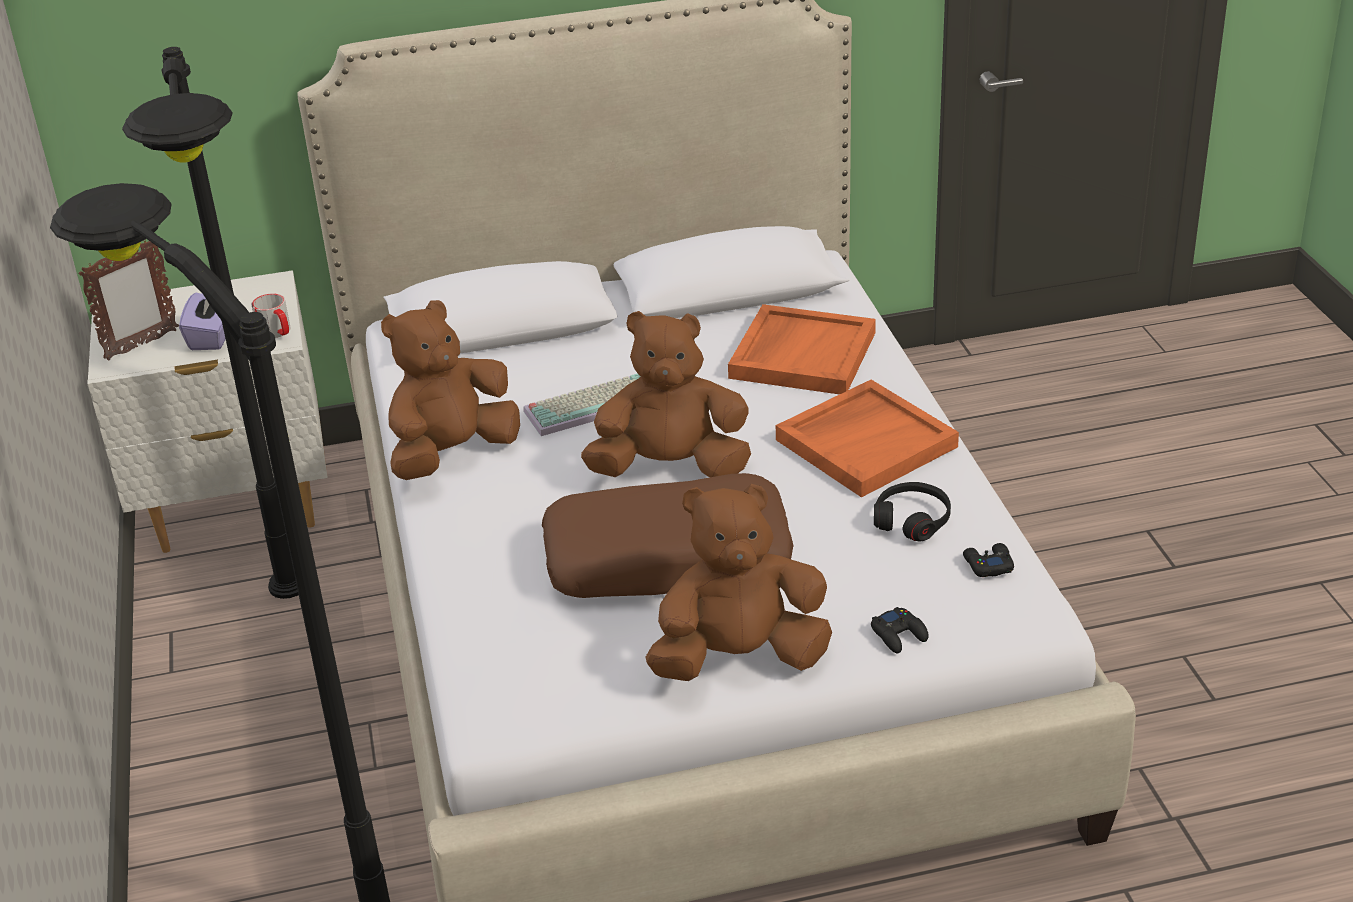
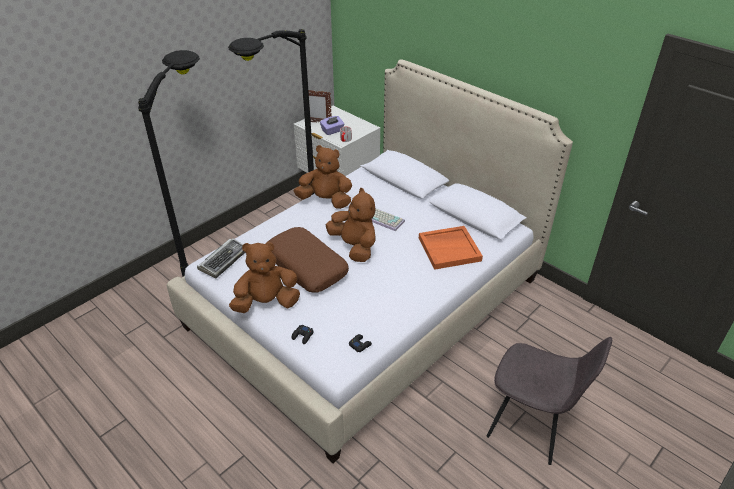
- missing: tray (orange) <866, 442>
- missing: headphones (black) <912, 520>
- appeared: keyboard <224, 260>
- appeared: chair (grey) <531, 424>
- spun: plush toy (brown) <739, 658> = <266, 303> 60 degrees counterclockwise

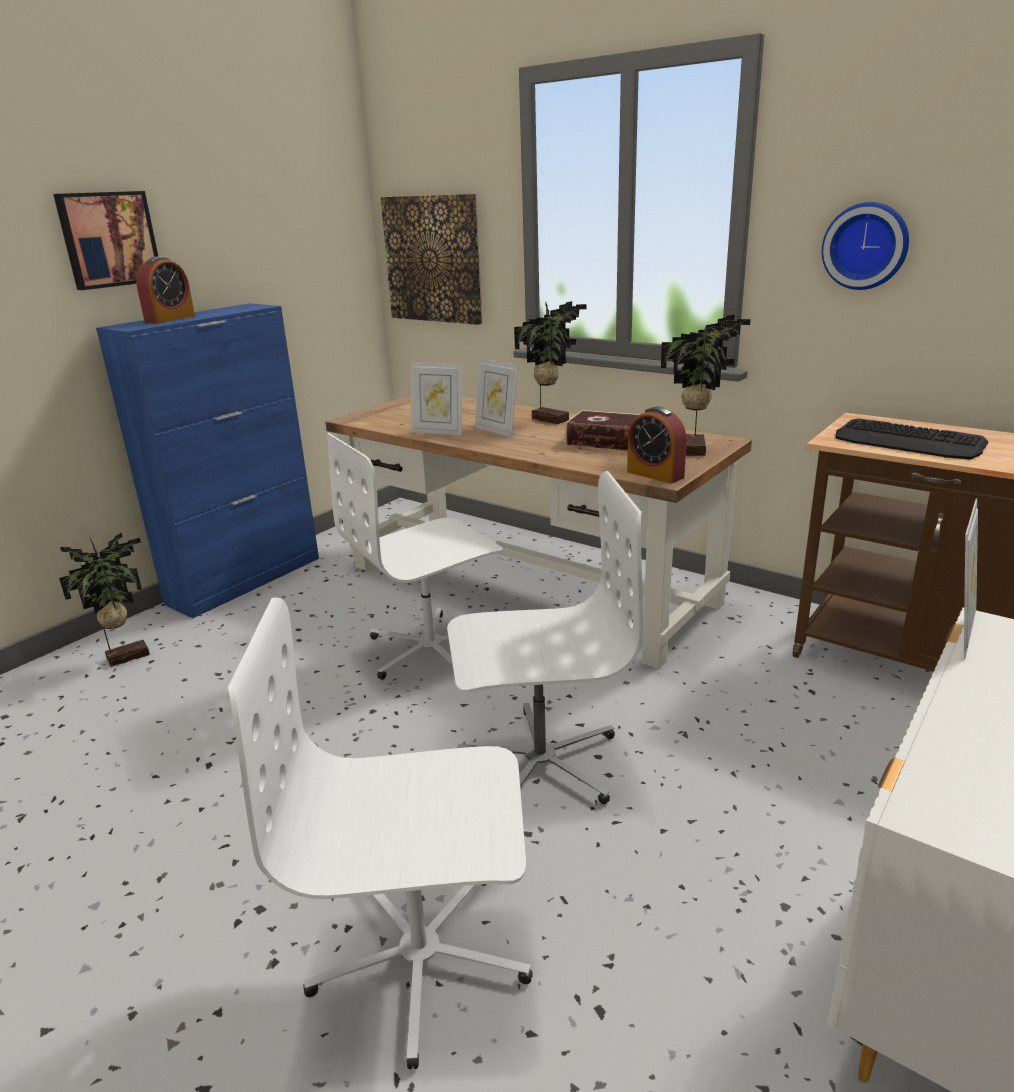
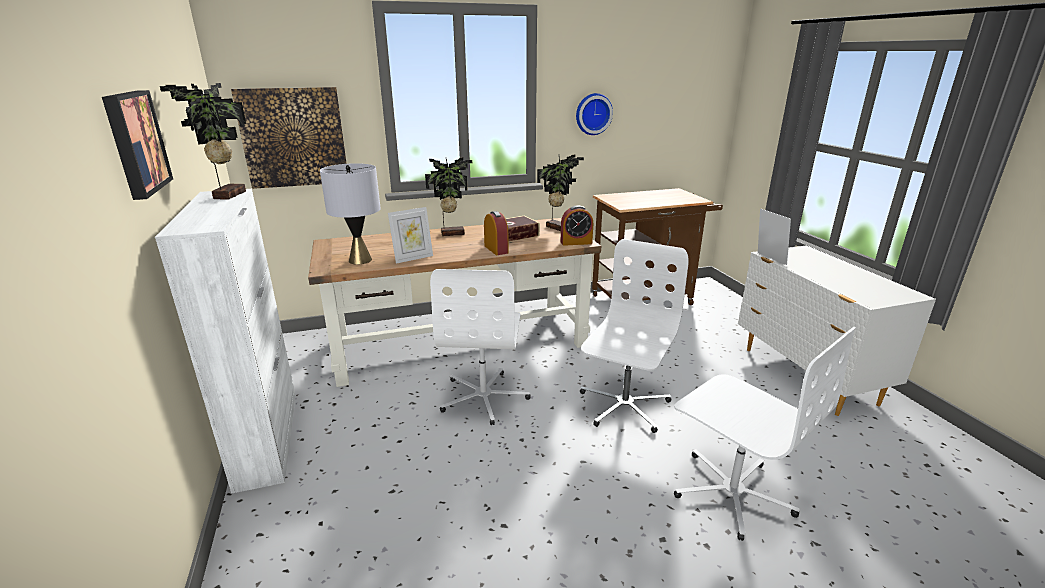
- missing: picture frame <497, 431>
- missing: keyboard <908, 442>
- appeared: table lamp (grey) <360, 260>
- relocated: potted plant <126, 656> to <227, 195>
- relocated: alarm clock <170, 319> to <496, 249>
- colour: cabinet (blue) <246, 580> to cabinet (white) <268, 438>
- spun: office chair (white) <421, 958> = <732, 492> 75 degrees counterclockwise

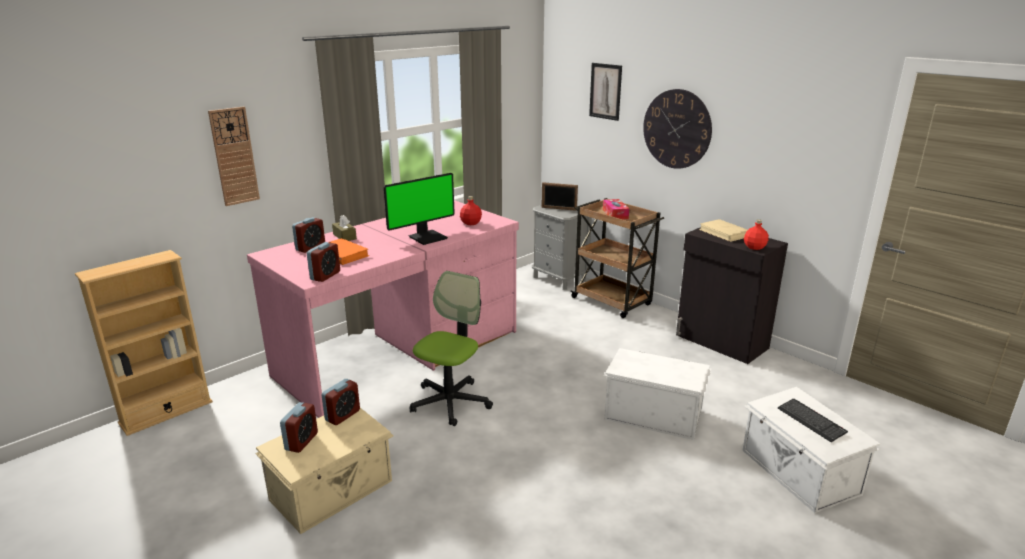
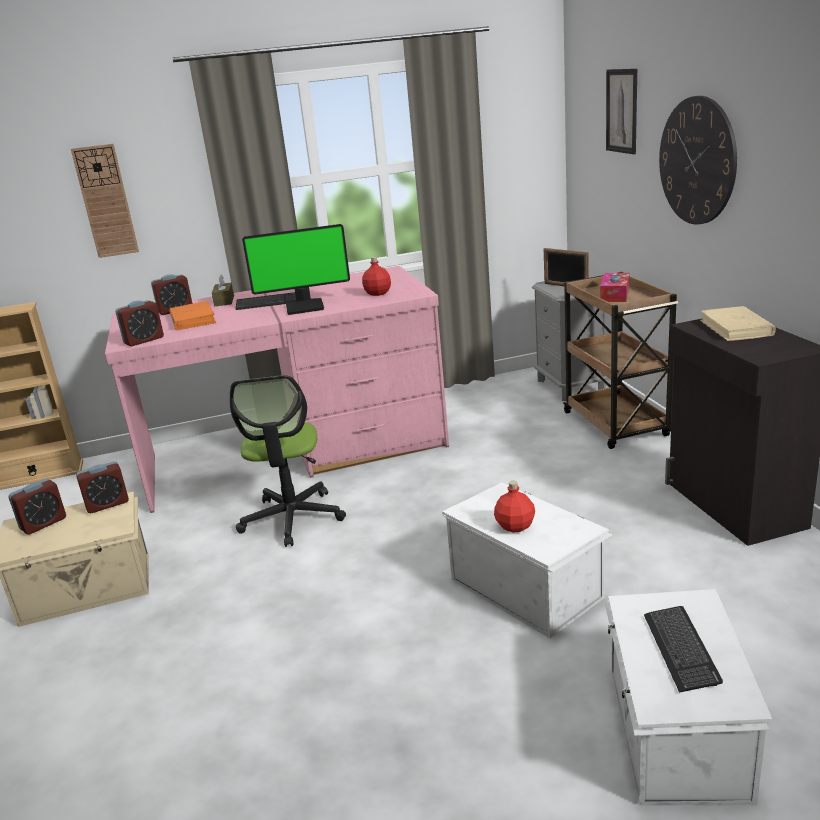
- appeared: keyboard <268, 303>
- relocated: bottle (red) <754, 247> to <514, 526>
- spun: office chair <450, 402> = <292, 518> 120 degrees clockwise

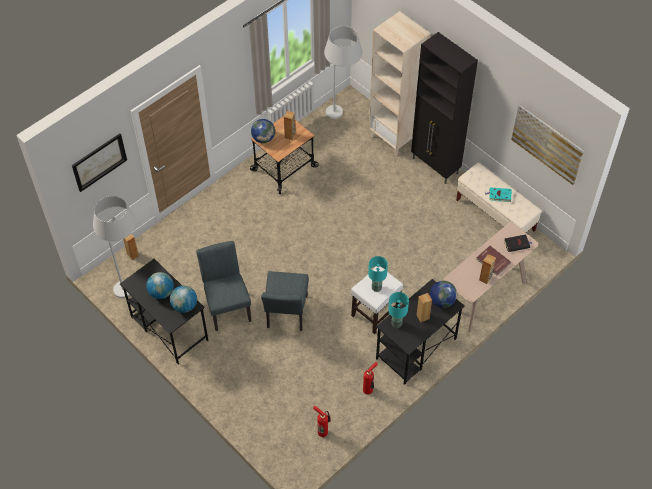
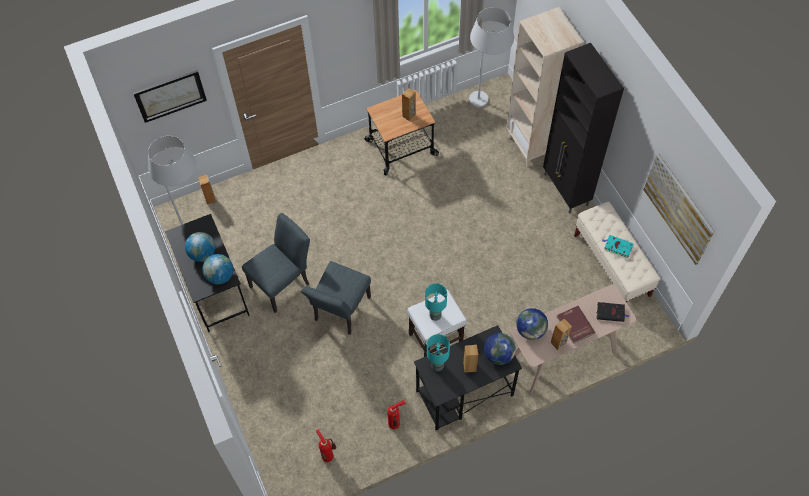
- relocated: globe <263, 138> to <530, 330>
- spun: chair (grey) <227, 305> = <283, 282> 45 degrees clockwise

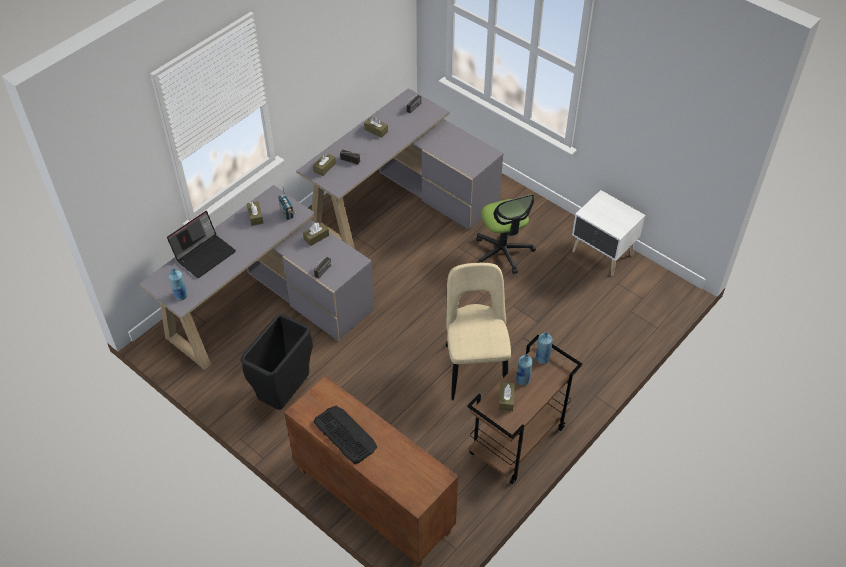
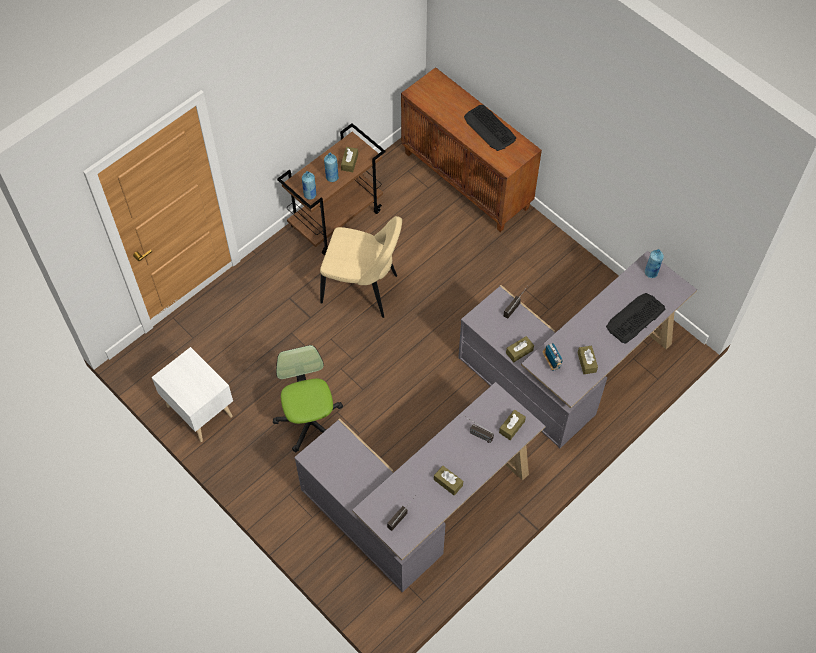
- missing: trash can (black) <285, 394>
- exchanged: laptop <205, 254> to keyboard <635, 318>
- spun: chair (beige) <475, 367> = <363, 290> 75 degrees counterclockwise

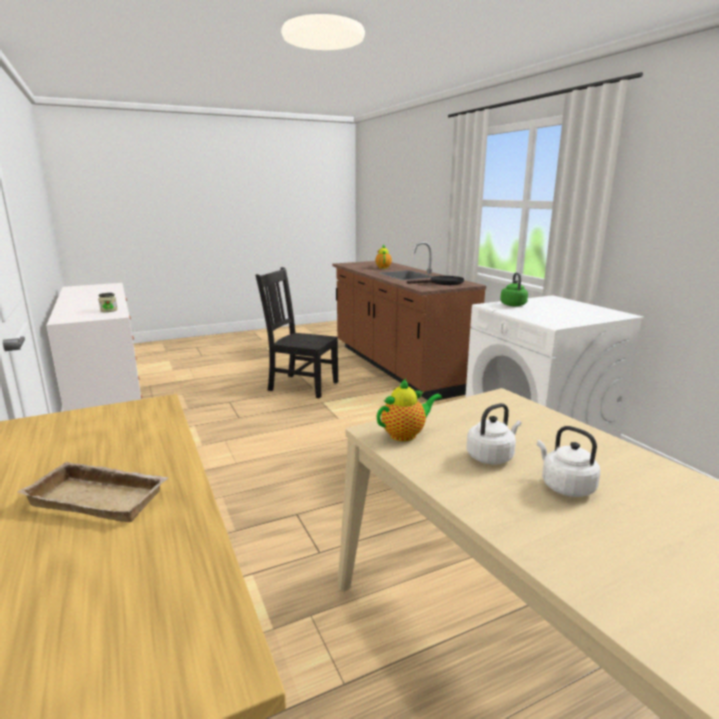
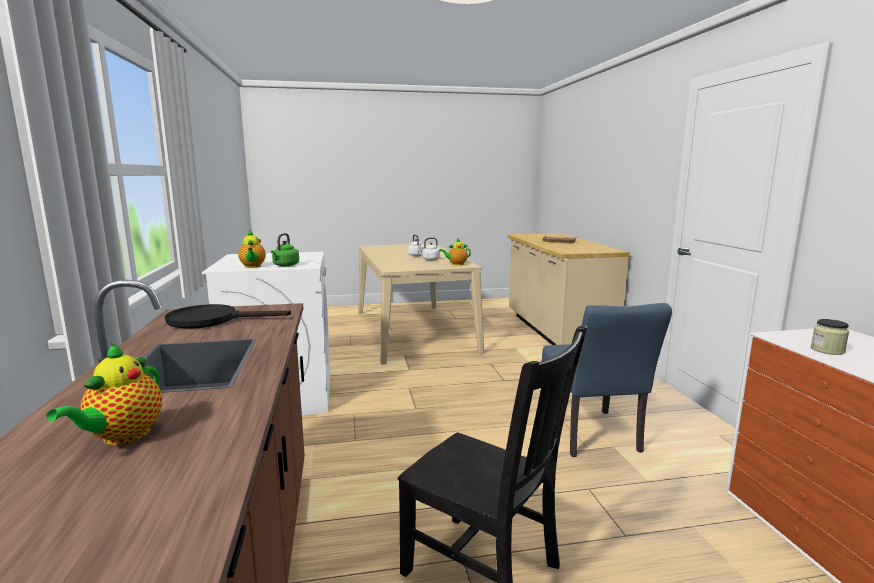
- appeared: teapot <252, 267>
- appeared: chair (blue) <592, 437>

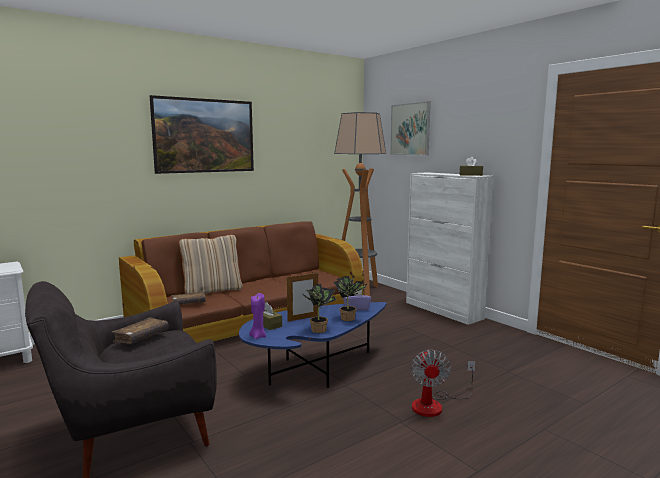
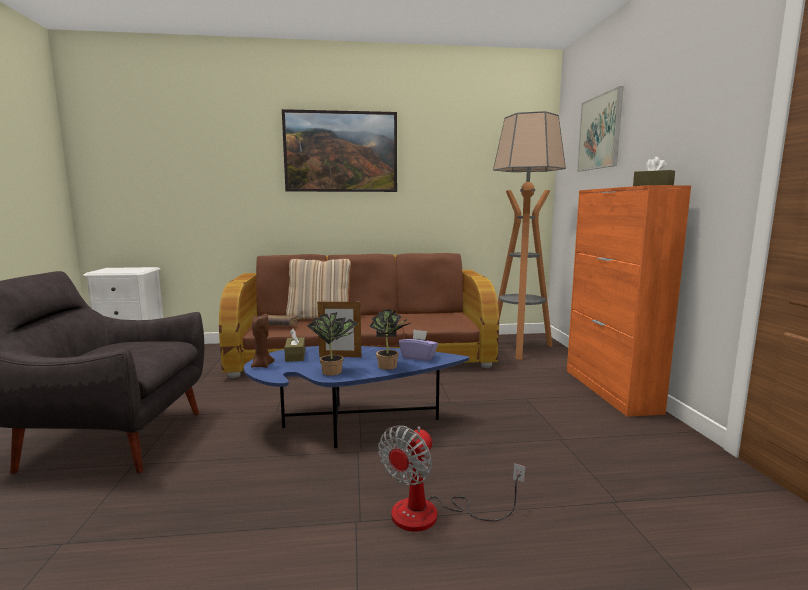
- missing: book (brown) <141, 337>
- colour: candle (purple) <258, 336> to candle (brown) <262, 365>
- colour: cabinet (white) <443, 310> to cabinet (orange) <610, 390>

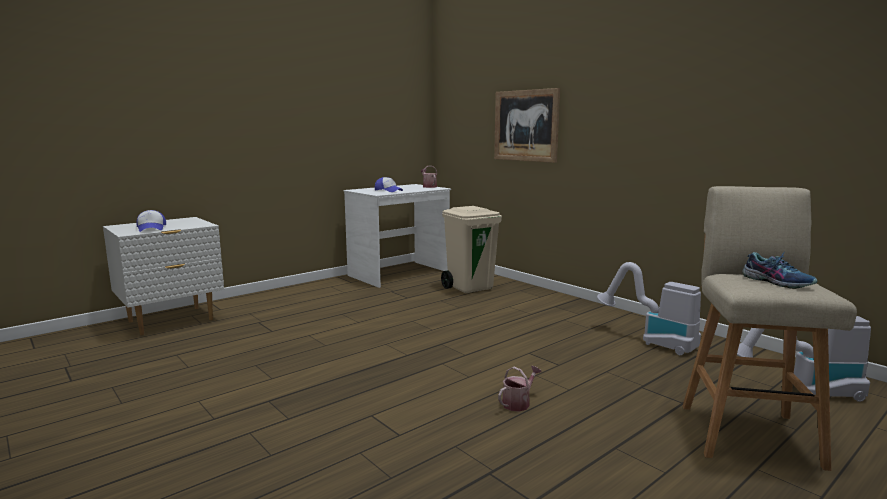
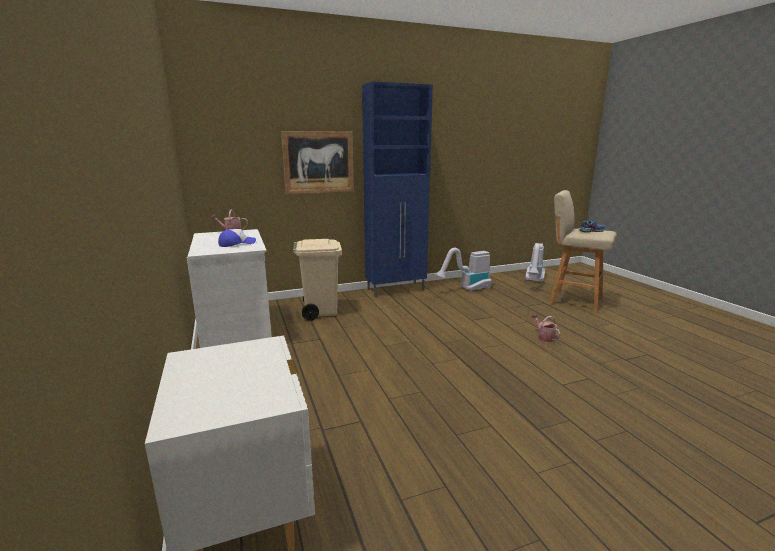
- missing: cap <151, 228>
- appeared: cabinet (blue) <396, 290>

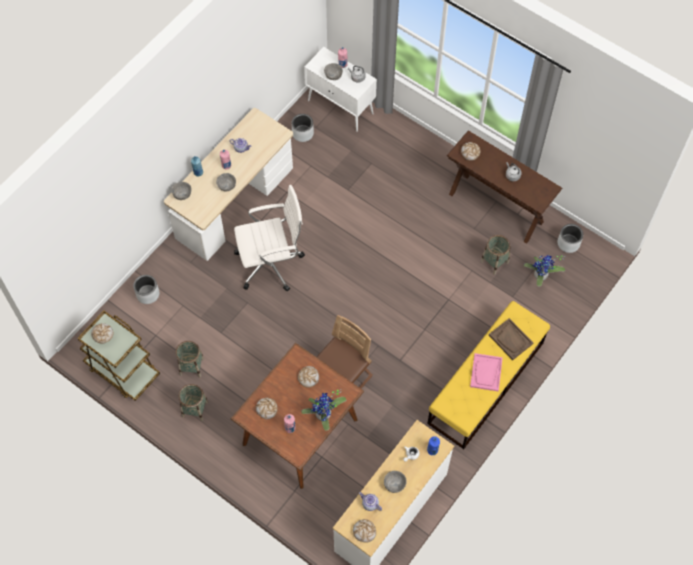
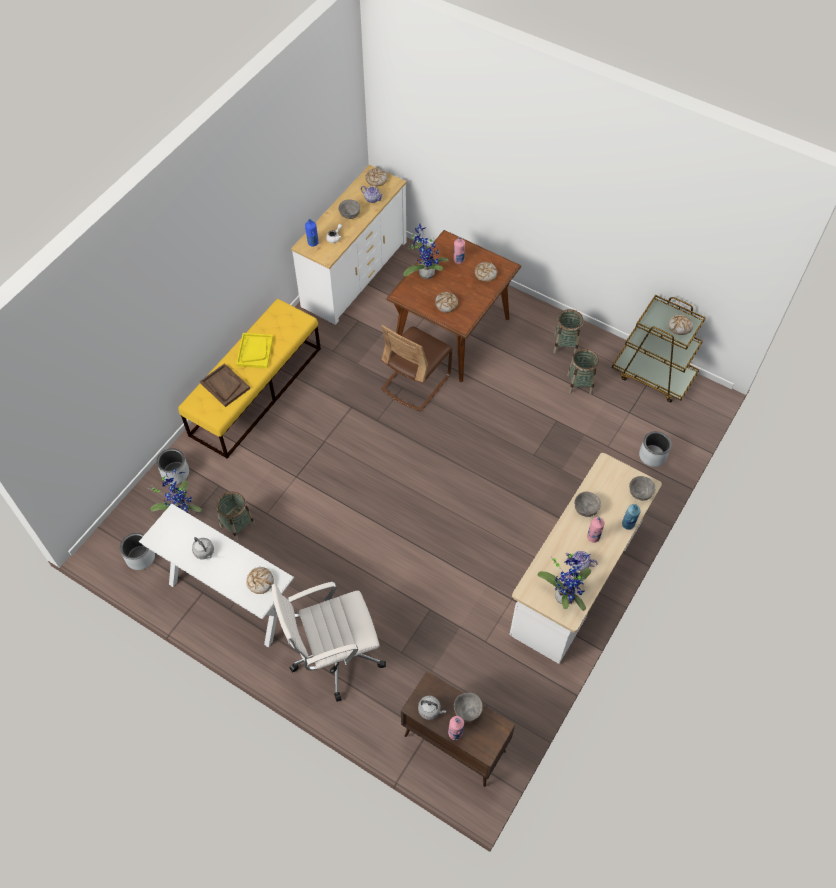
- appeared: potted plant <565, 594>
- relocated: office chair (white) <271, 263> to <334, 654>
- relocated: planter (grey) <303, 133> to <175, 473>
- colour: cabinet (white) <341, 107> to cabinet (brown) <453, 743>
- colour: console table (brown) <496, 208> to console table (white) <230, 598>
- colour: tray (pink) <486, 373> to tray (yellow) <255, 351>

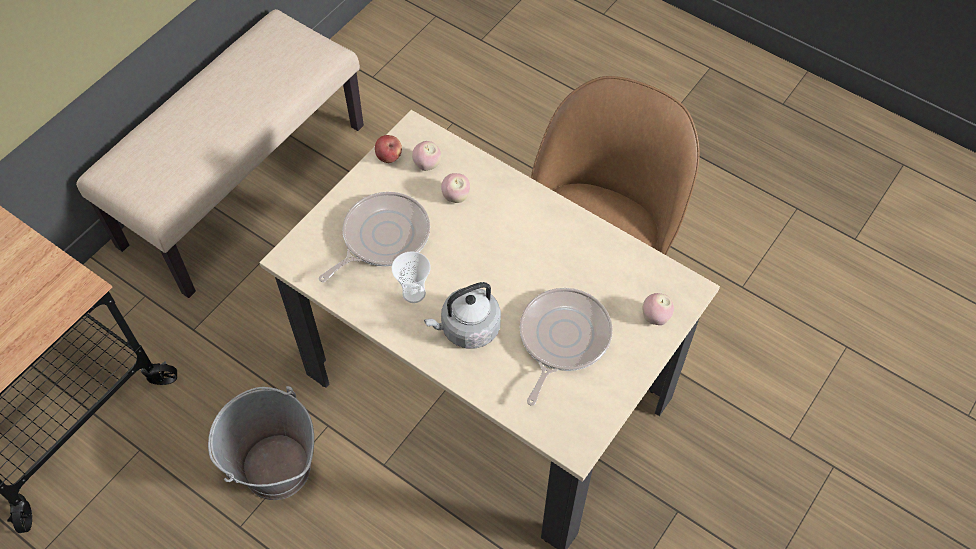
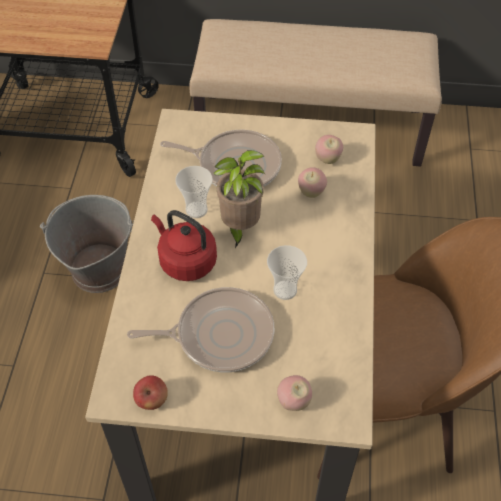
- appeared: potted plant <239, 228>
- appeared: cup <285, 290>
- relocated: apple <389, 157> to <152, 400>
- colour: kettle (grey) <467, 329> to kettle (red) <185, 261>

